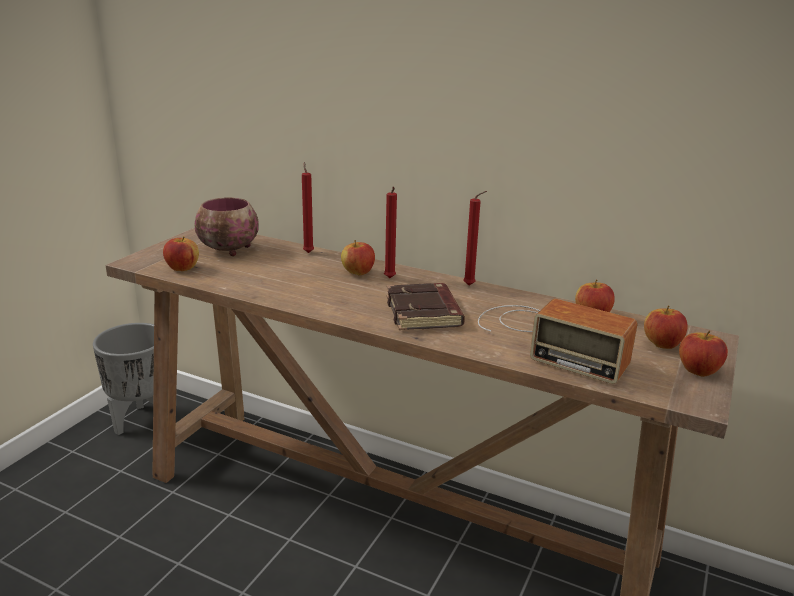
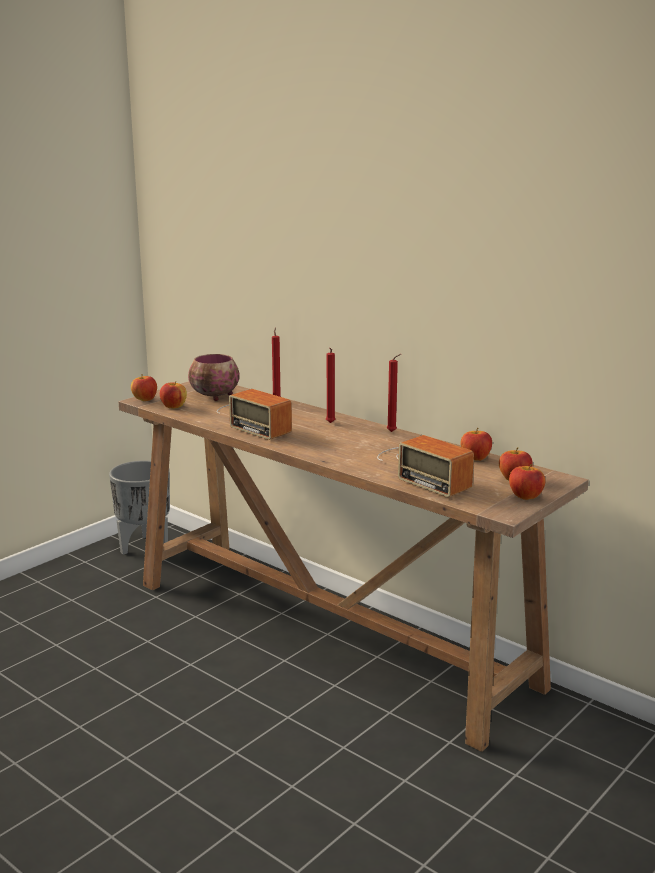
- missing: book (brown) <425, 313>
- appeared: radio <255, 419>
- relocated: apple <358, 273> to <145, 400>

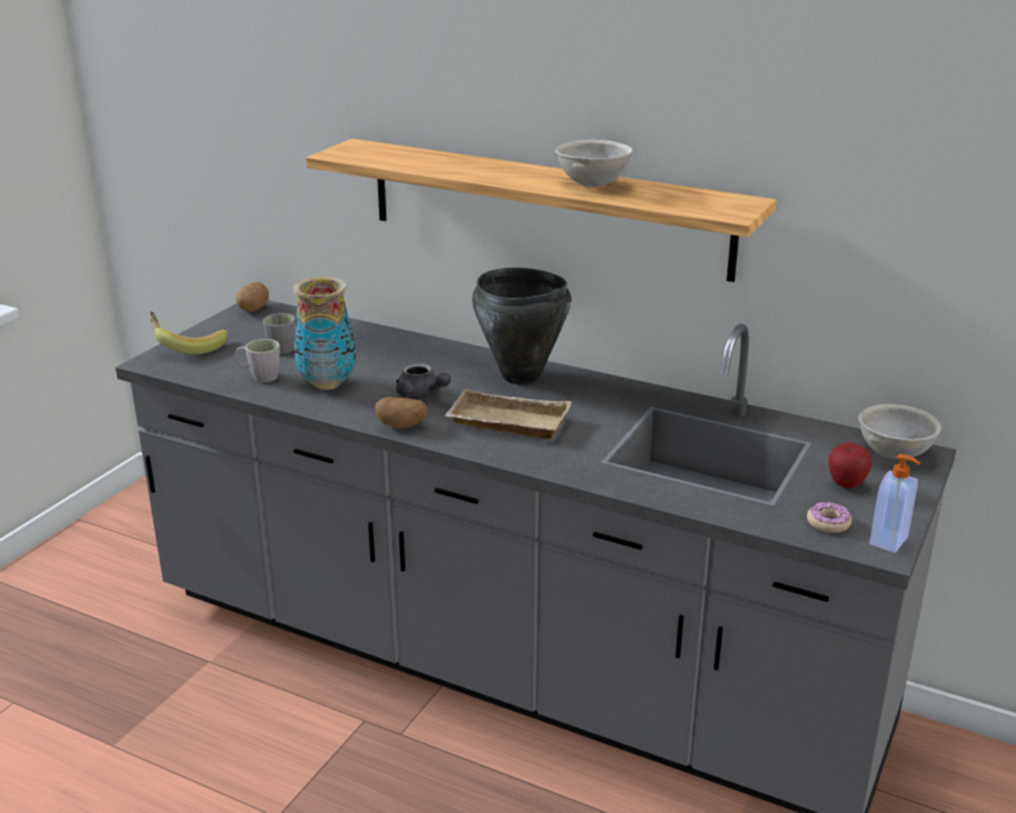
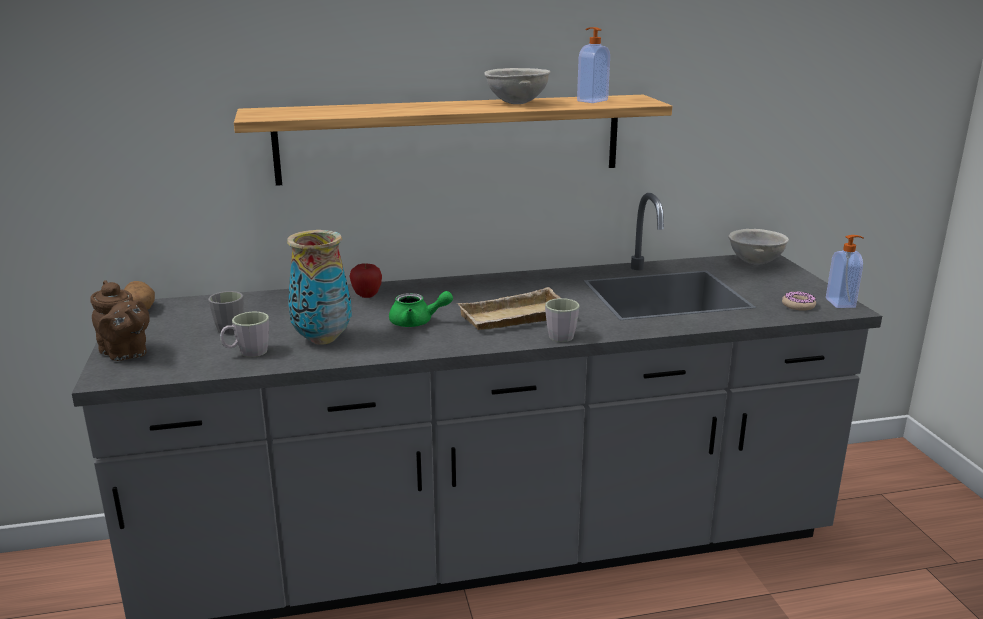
- missing: potato <402, 426>
- missing: cooking pot (black) <521, 377>
- appeared: mug (grey) <563, 334>
- appeared: soap dispenser <591, 100>
- relocated: apple <846, 484> to <367, 296>
- exchanged: banana <188, 346> to teapot (brown) <125, 354>
- colour: teapot (grey) <422, 396> to teapot (green) <417, 322>

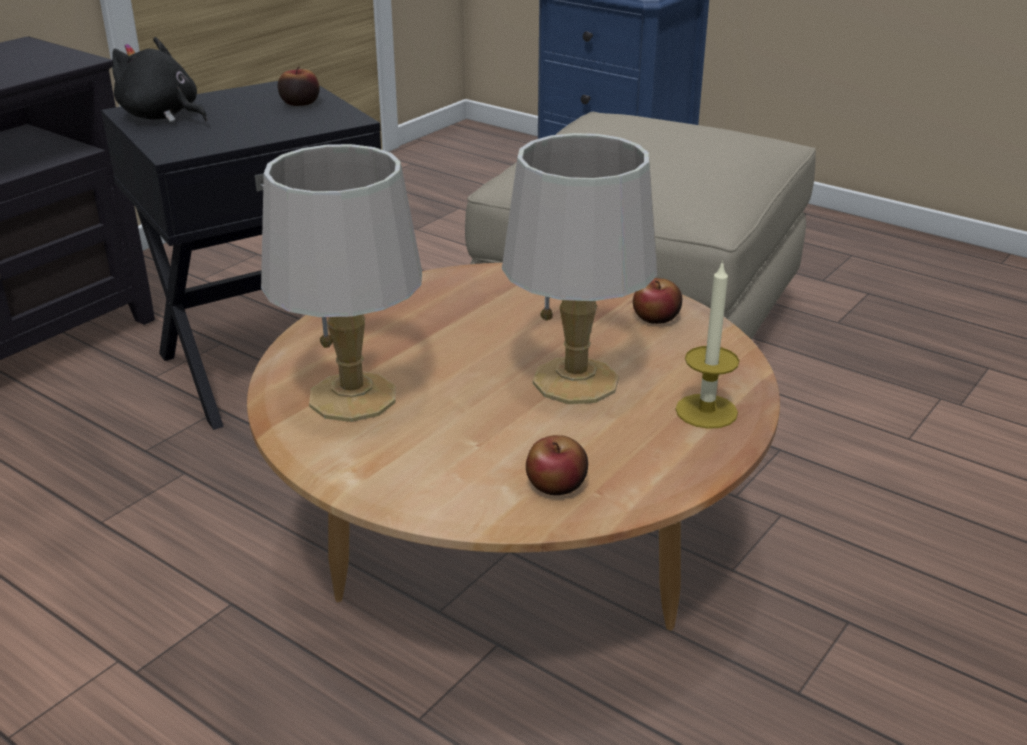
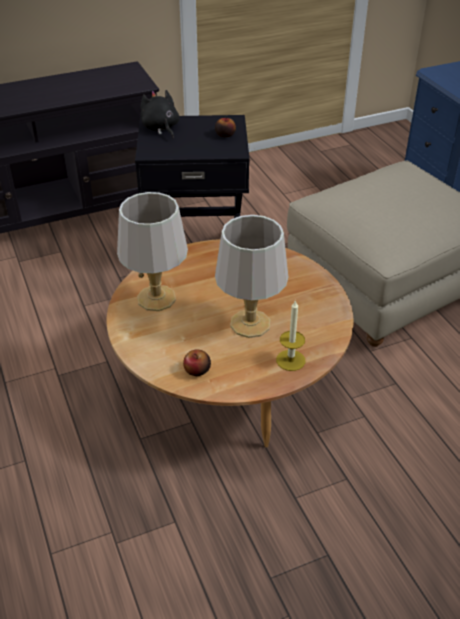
- missing: apple <656, 318>

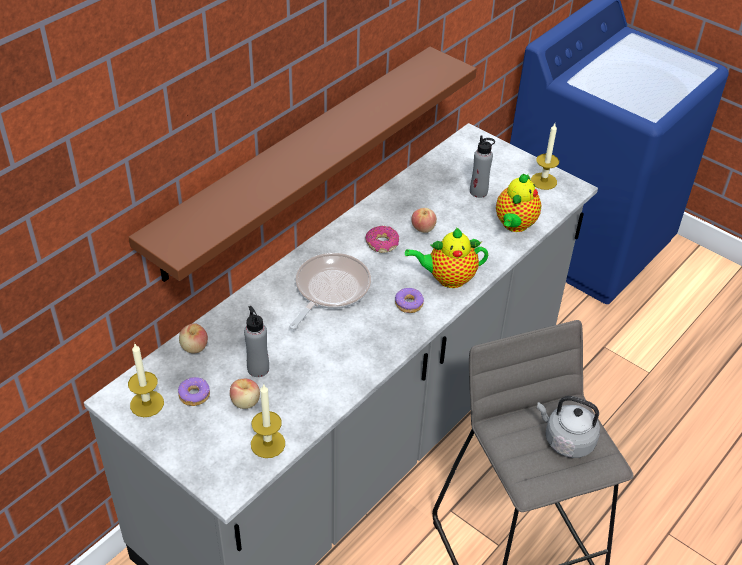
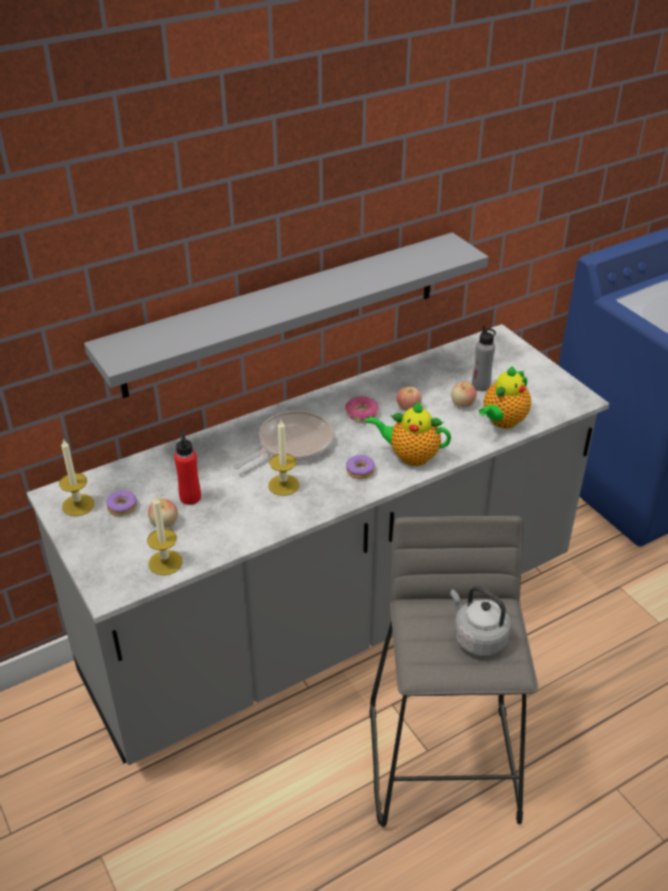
- relocated: apple <194, 347> to <462, 404>
- relocated: candle <543, 181> to <283, 485>
- colour: shelf (brown) <297, 159> to shelf (grey) <284, 313>
- colour: bottle (grey) <258, 368> to bottle (red) <190, 497>

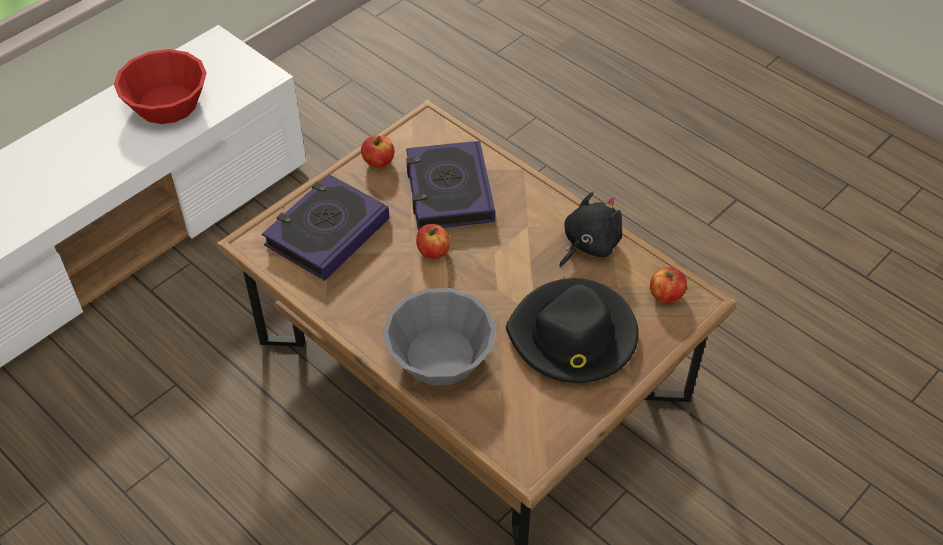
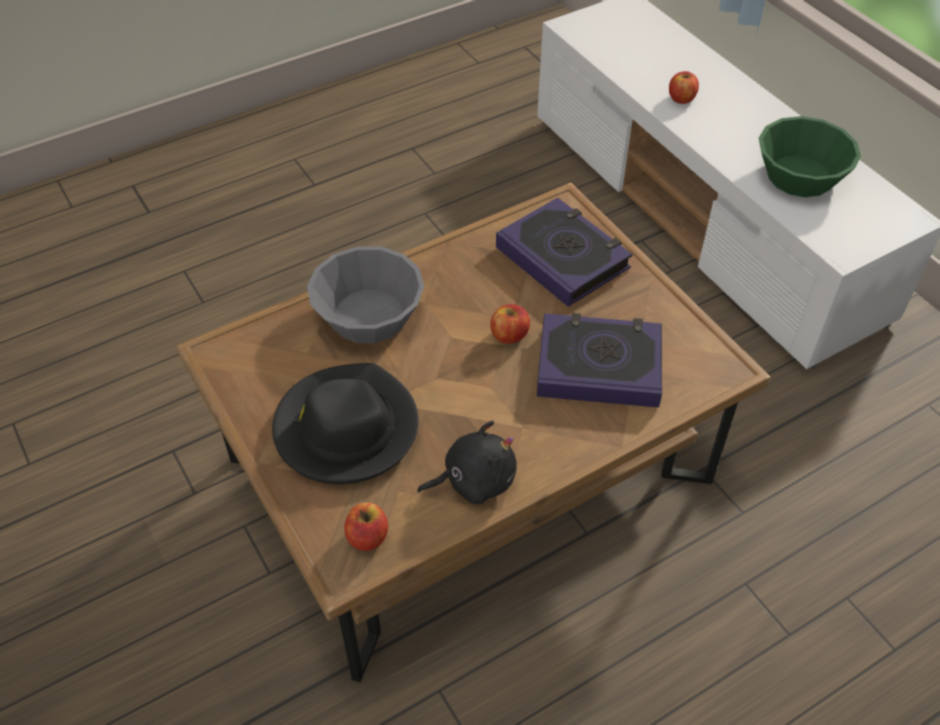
- relocated: apple <378, 161> to <681, 98>
- colour: bowl (red) <167, 104> to bowl (green) <799, 175>
- spun: plush toy (black) <588, 244> = <474, 480> 75 degrees counterclockwise

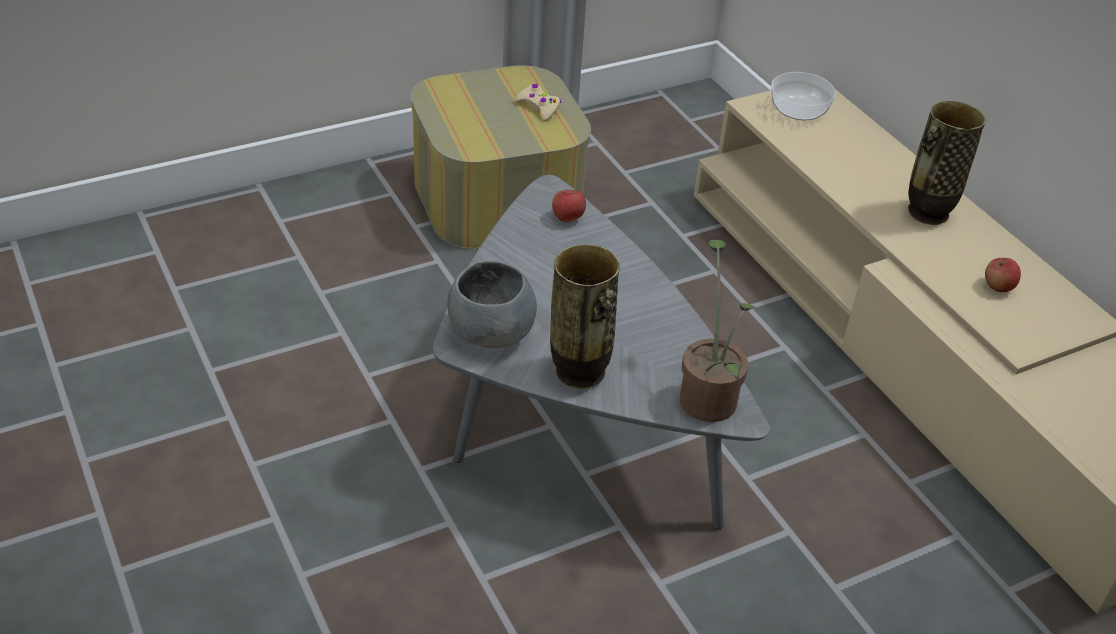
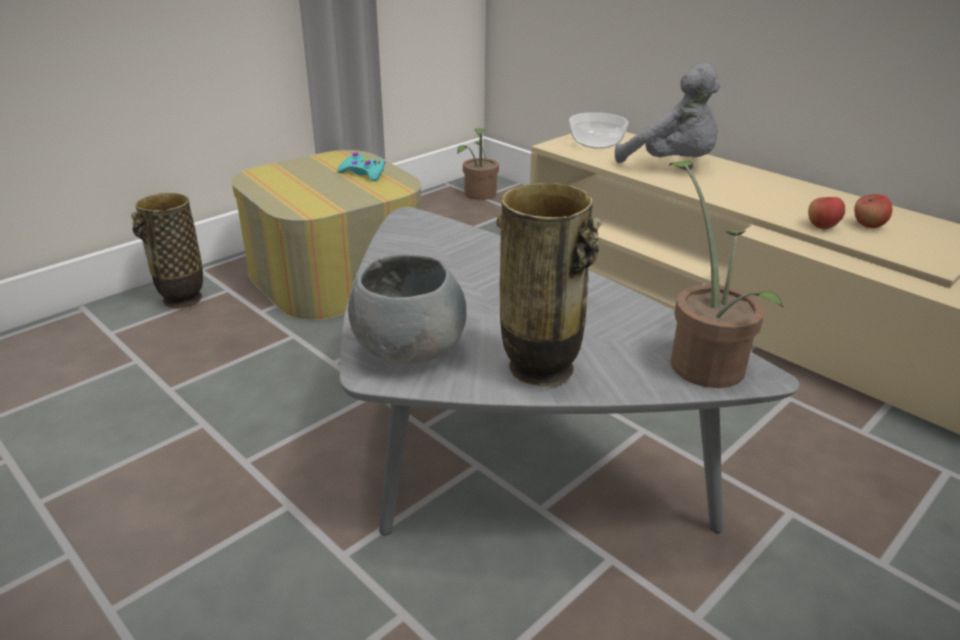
- appeared: potted plant <478, 196>
- appeared: plush toy (grey) <672, 165>
- relocated: apple <567, 218> to <822, 226>
- relocated: vase <927, 213> to <182, 299>
- colour: game controller (beige) <538, 107> to game controller (turquoise) <363, 174>

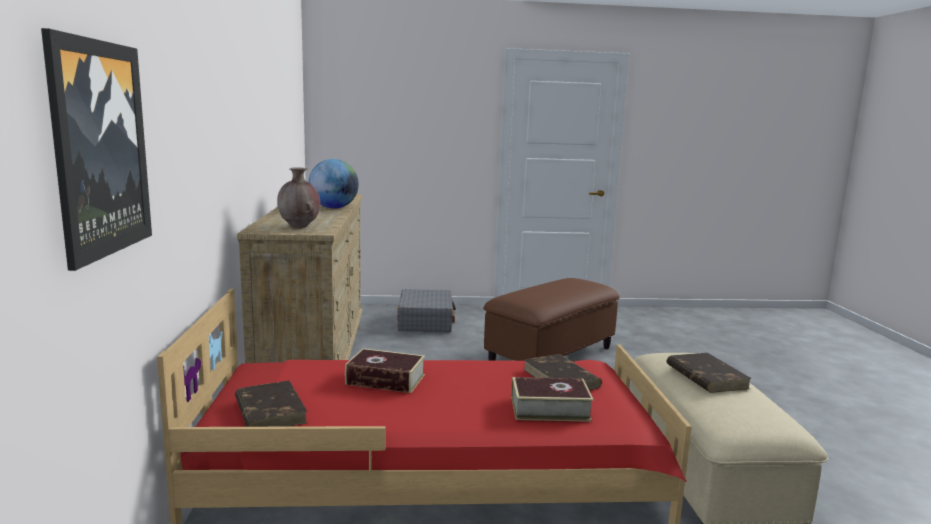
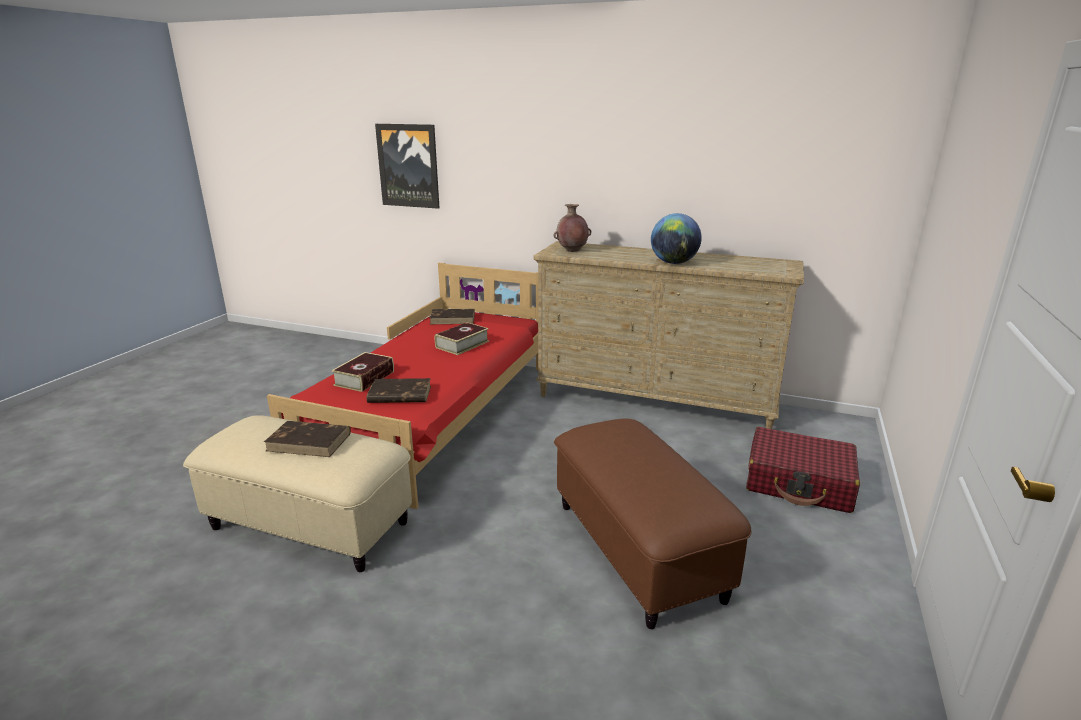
- colour: suitcase (grey) <425, 321> to suitcase (red) <799, 483>

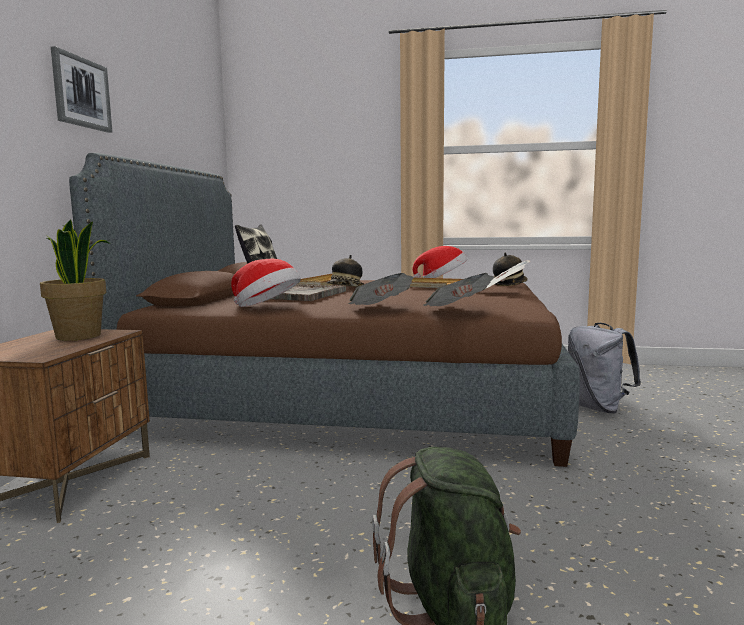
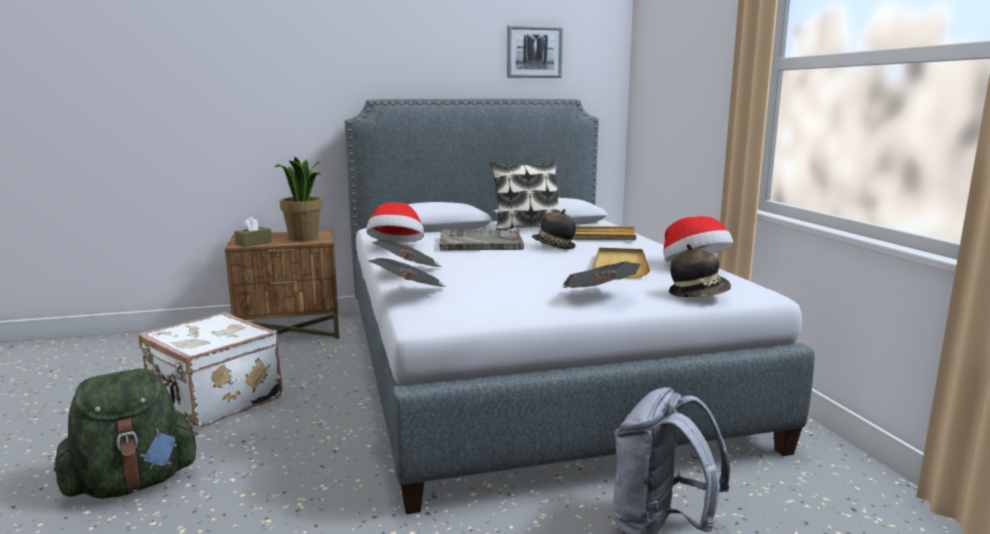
- appeared: suitcase (white) <214, 400>
- appeared: tissue box (brown) <253, 243>
- relocated: picture <81, 92> to <534, 52>
- colour: bed (brown) <350, 399> to bed (grey) <525, 369>

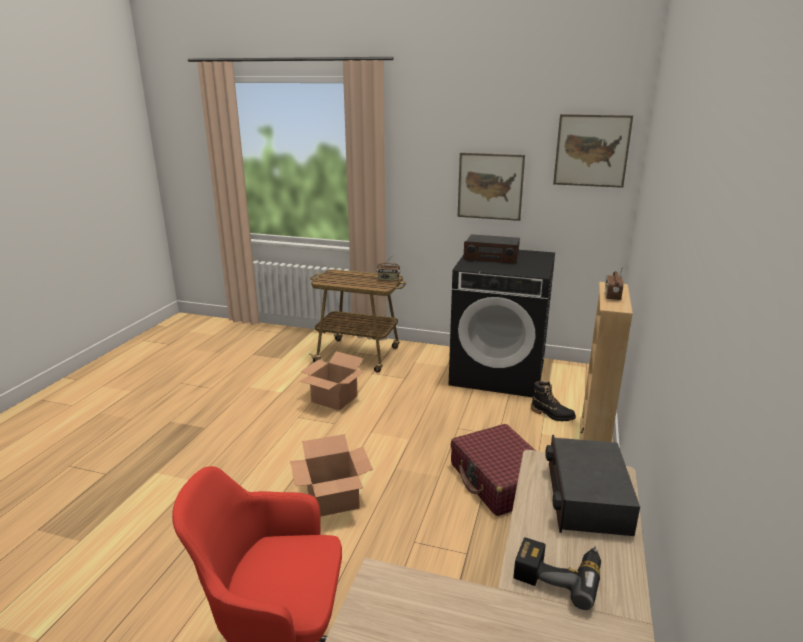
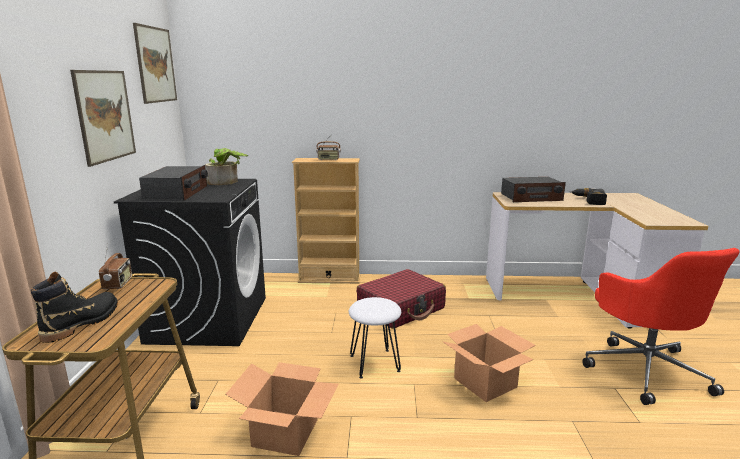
- appeared: potted plant <226, 182>
- appeared: stool (white) <374, 363>
- relocated: boot (black) <552, 414> to <82, 323>

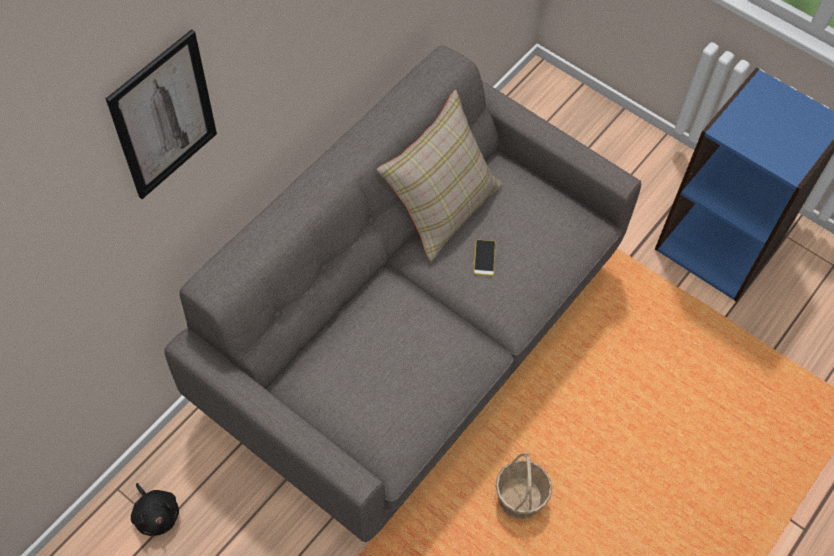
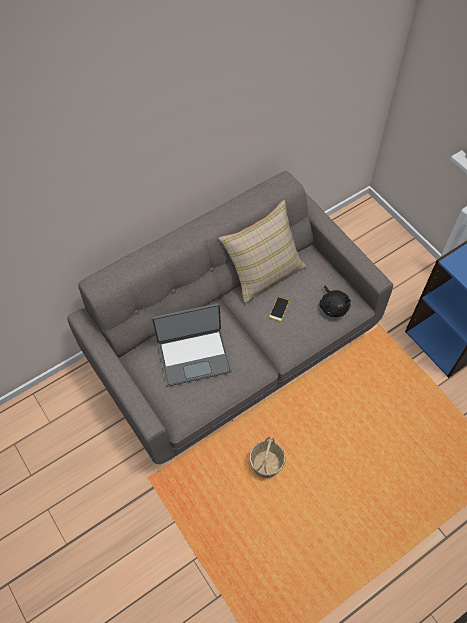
- missing: picture <164, 116>
- appeared: laptop <194, 356>
- relocated: plush toy (black) <156, 514> to <333, 306>

